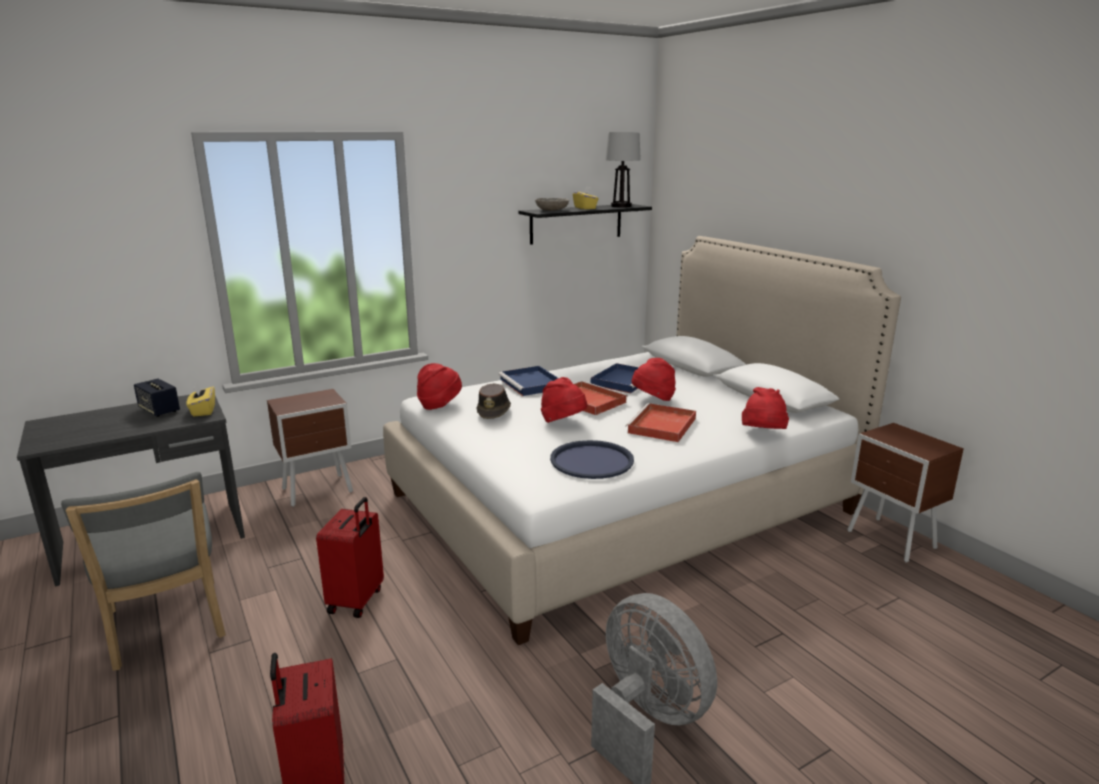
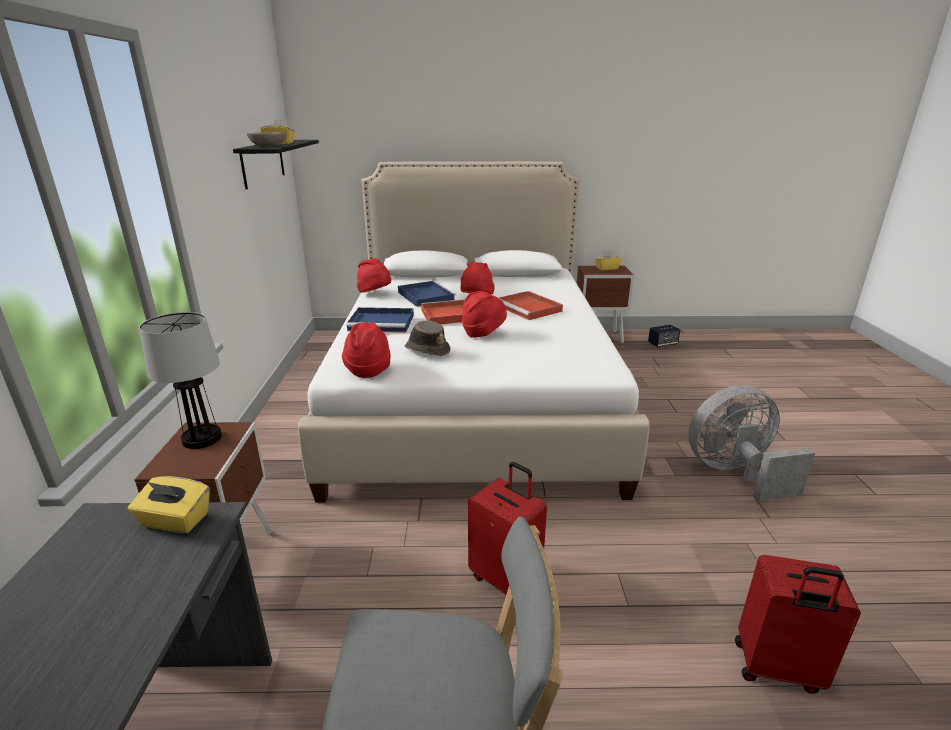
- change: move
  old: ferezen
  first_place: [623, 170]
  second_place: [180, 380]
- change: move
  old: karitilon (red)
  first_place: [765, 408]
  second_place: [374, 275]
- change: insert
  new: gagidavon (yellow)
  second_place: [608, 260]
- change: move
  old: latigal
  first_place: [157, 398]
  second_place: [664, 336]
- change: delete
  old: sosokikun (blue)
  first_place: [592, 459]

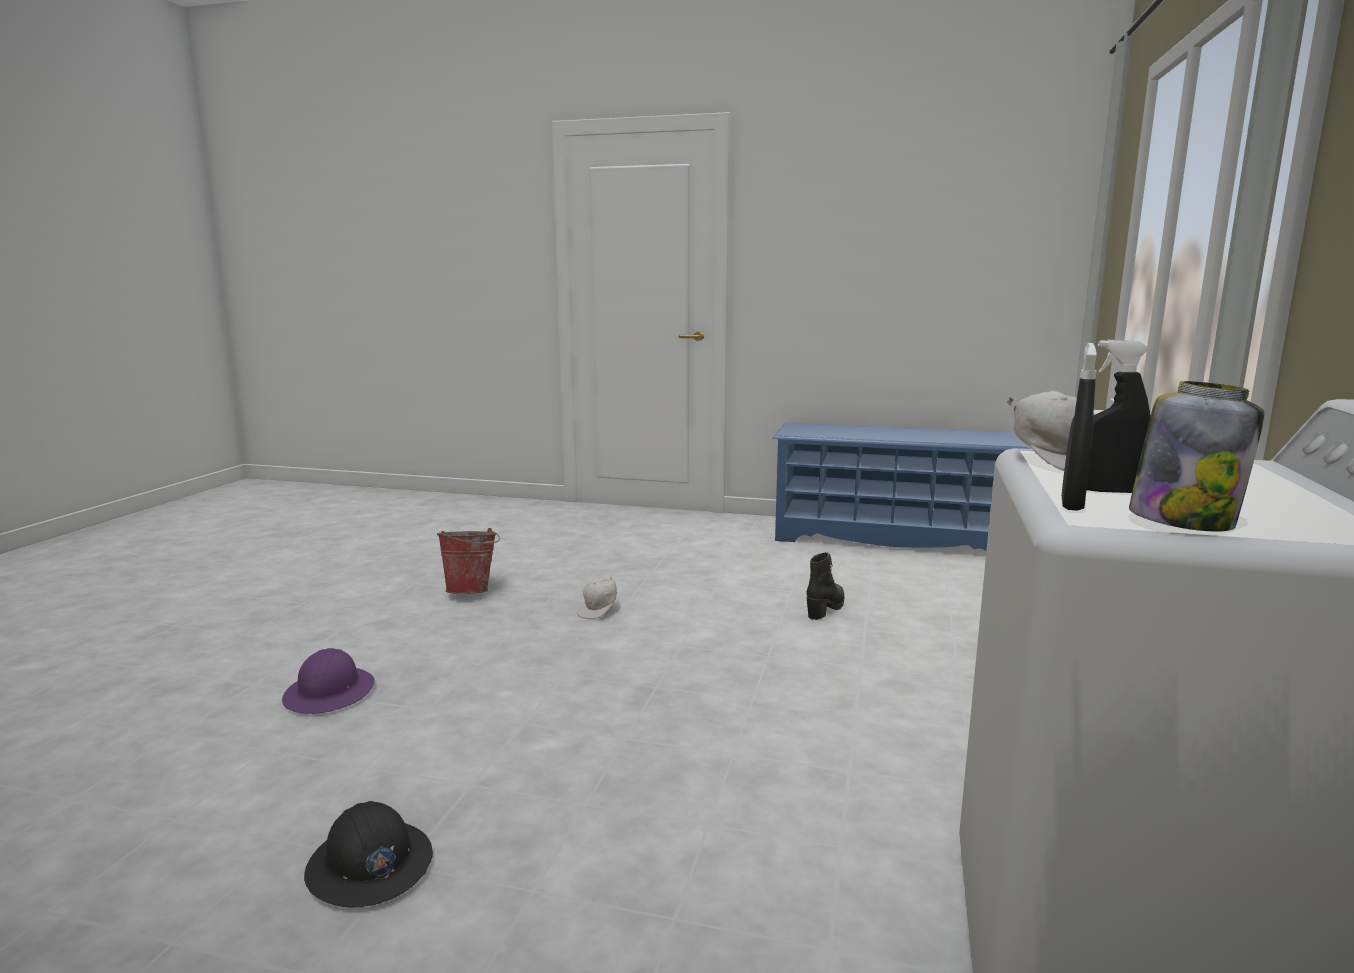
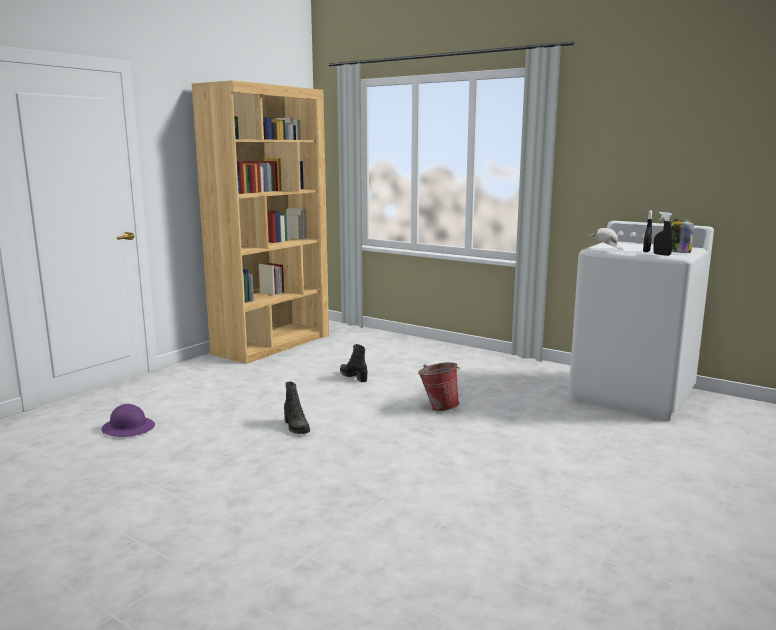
- change: move
  old: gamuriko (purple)
  first_place: [328, 681]
  second_place: [128, 420]
- change: replace
  old: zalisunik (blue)
  new: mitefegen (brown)
  first_place: [901, 486]
  second_place: [260, 222]
- change: replace
  old: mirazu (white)
  new: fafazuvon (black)
  first_place: [597, 598]
  second_place: [297, 408]
- change: move
  old: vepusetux
  first_place: [468, 561]
  second_place: [439, 386]
- change: delete
  old: gamuriko (black)
  first_place: [368, 854]

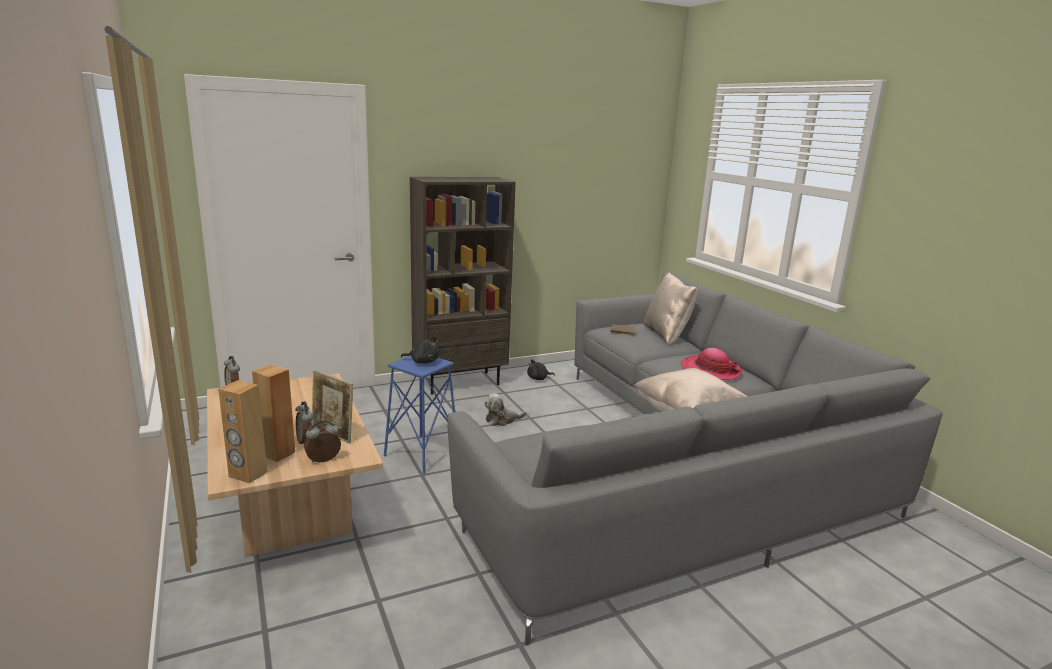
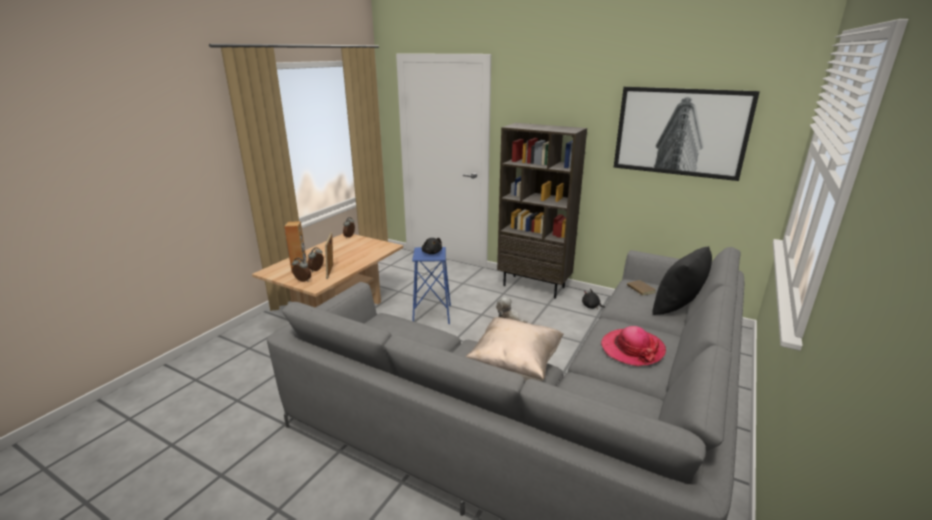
- change: insert
  new: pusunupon
  second_place: [686, 134]
- change: recolor
  old: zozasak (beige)
  new: zozasak (black)
  first_place: [671, 309]
  second_place: [682, 280]
- change: delete
  old: latigal (brown)
  first_place: [243, 431]

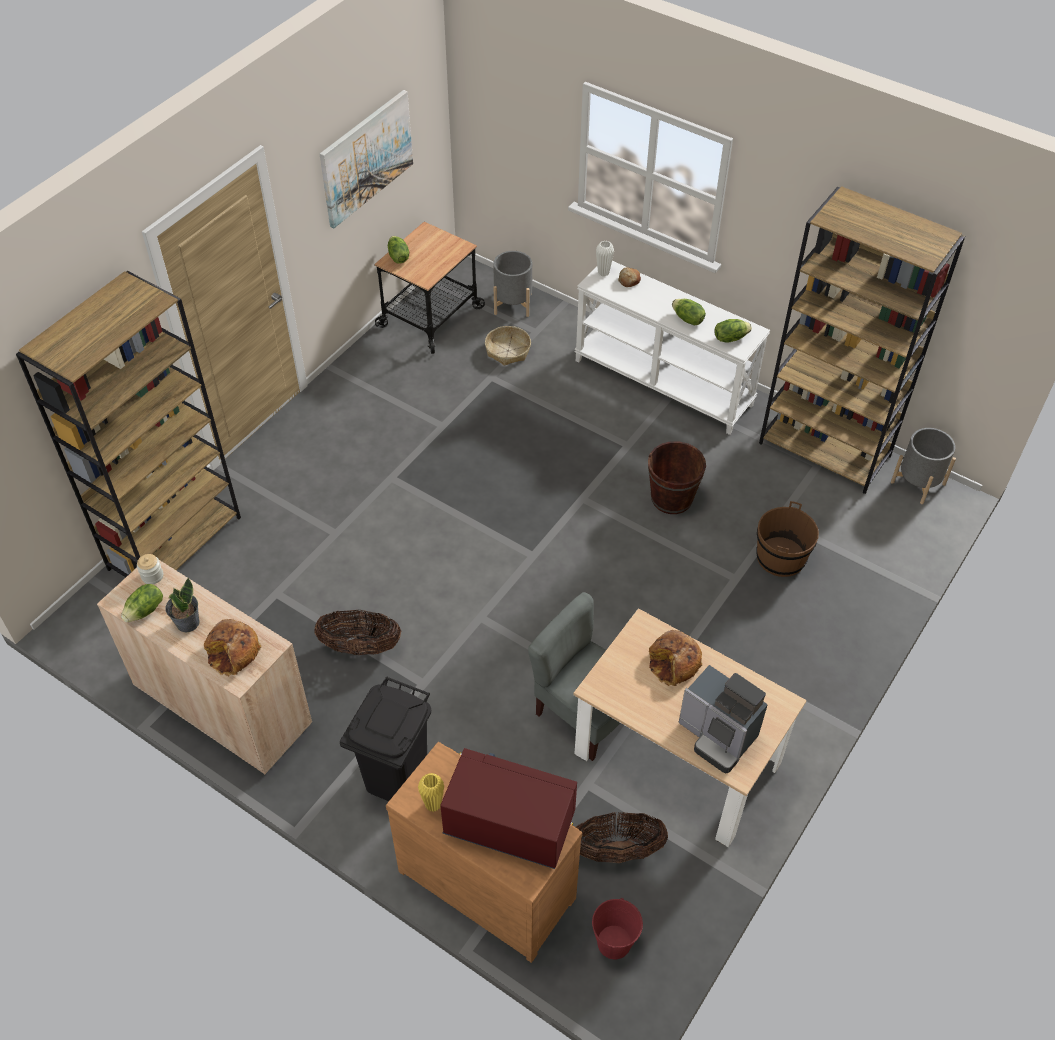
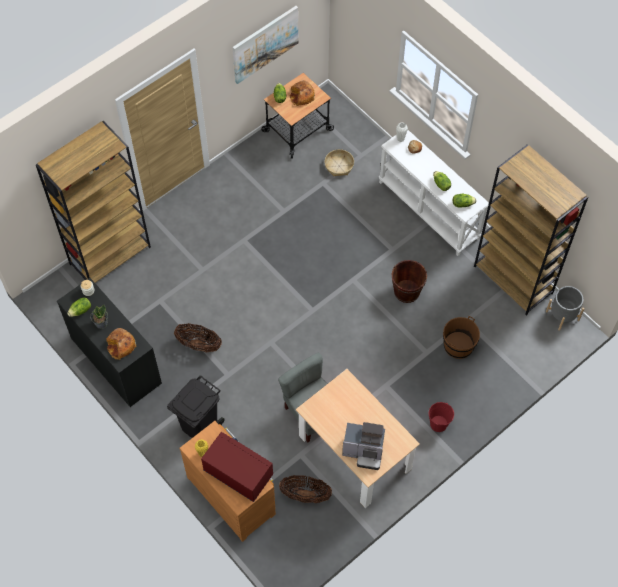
- change: recolor
  old: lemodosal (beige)
  new: lemodosal (black)
  first_place: [204, 667]
  second_place: [109, 342]
- change: move
  old: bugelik
  first_place: [675, 658]
  second_place: [302, 93]
- change: rotate
  old: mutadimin
  first_place: [723, 719]
  second_place: [363, 446]
  degrees: -45
- change: move
  old: vepusetux (red)
  first_place: [617, 928]
  second_place: [441, 417]
- change: delete
  old: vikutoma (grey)
  first_place: [512, 284]

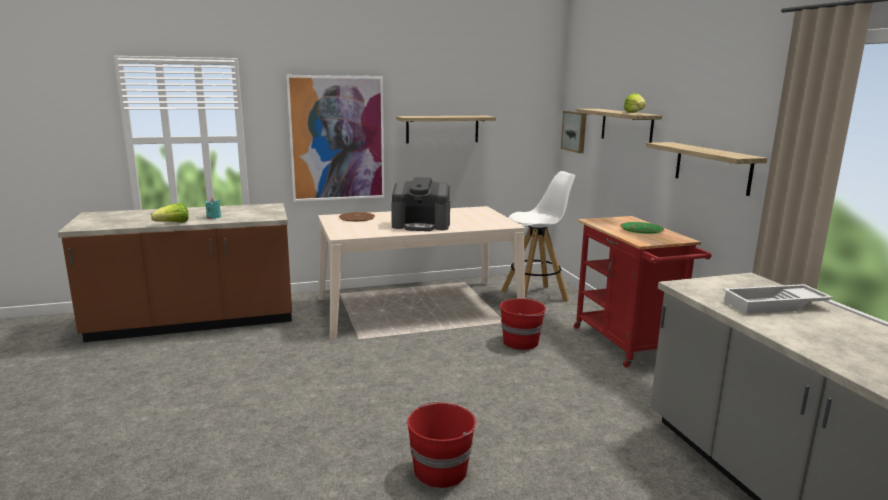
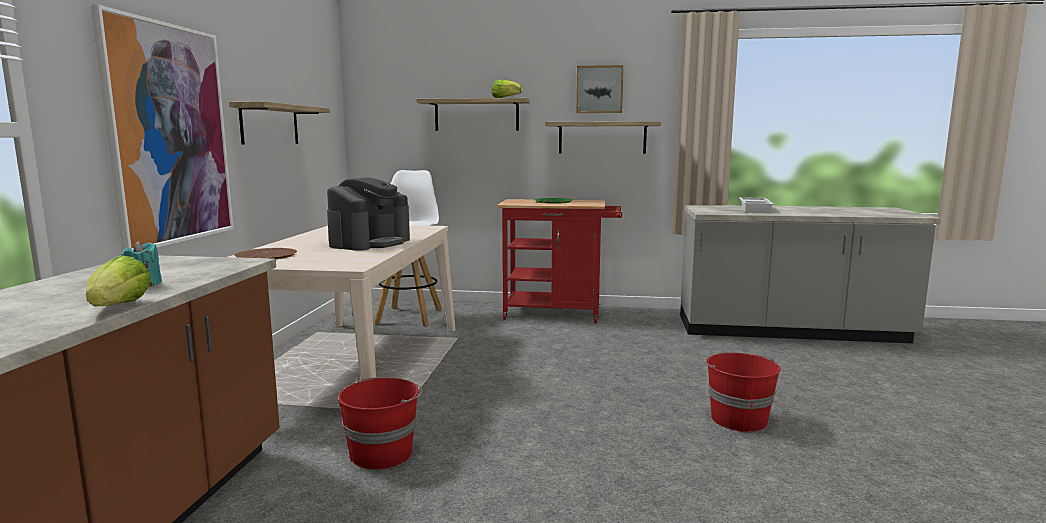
- change: move
  old: vepusetux (red)
  first_place: [524, 323]
  second_place: [380, 423]
- change: move
  old: pusunupon
  first_place: [573, 132]
  second_place: [599, 89]

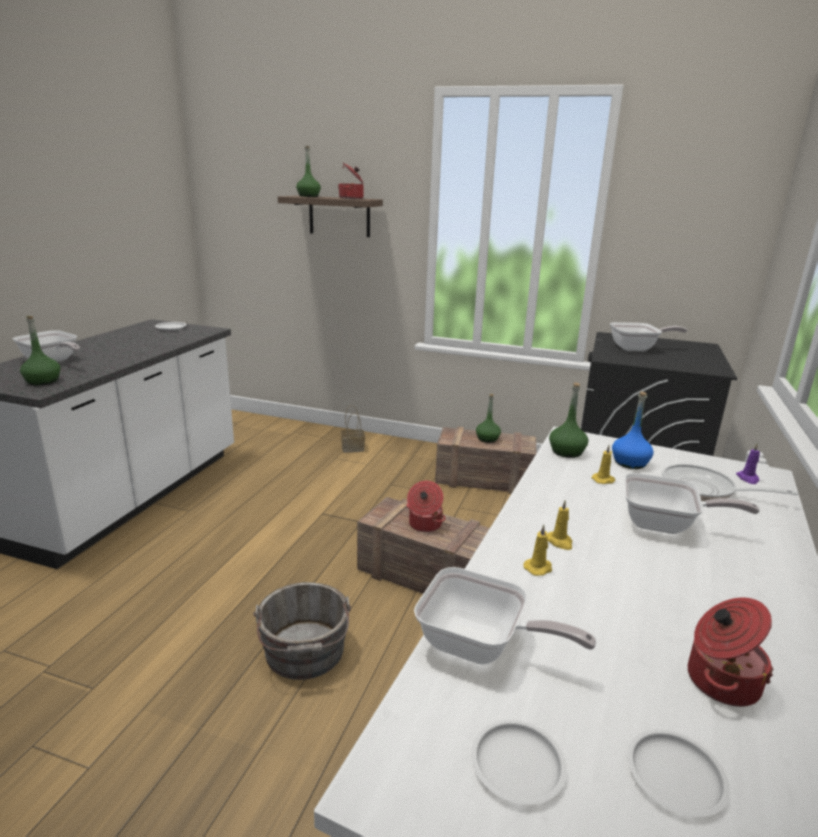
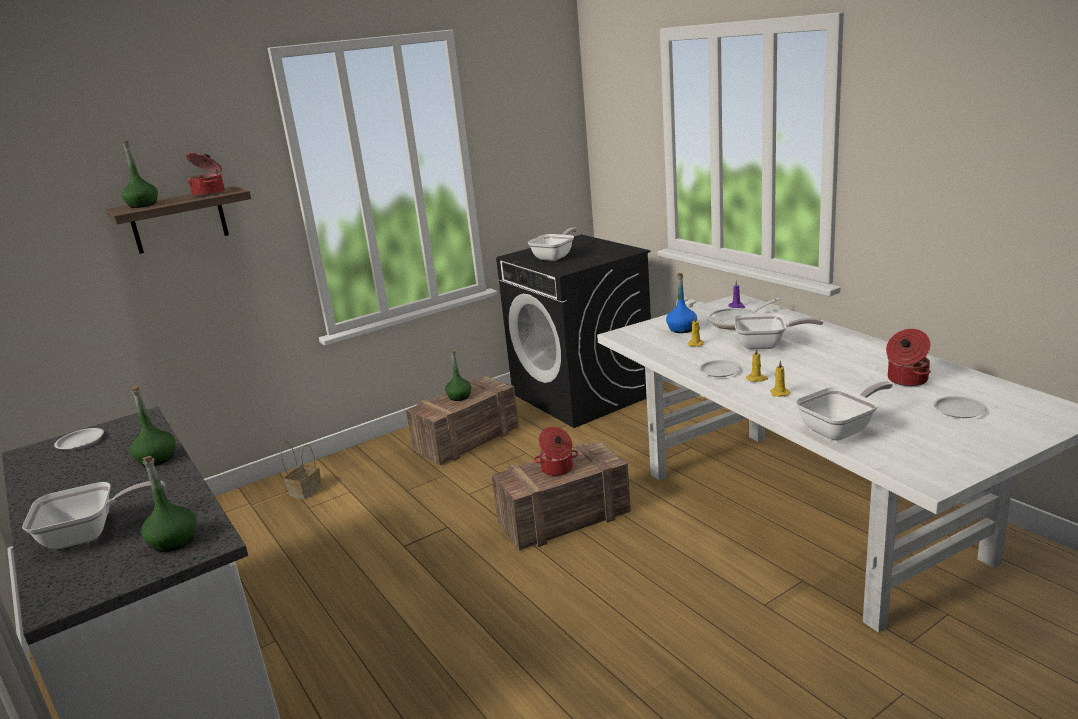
- change: move
  old: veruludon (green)
  first_place: [568, 420]
  second_place: [153, 426]
- change: move
  old: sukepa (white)
  first_place: [519, 762]
  second_place: [719, 368]
- change: rotate
  old: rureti
  first_place: [692, 503]
  second_place: [778, 331]
  degrees: 45
- change: delete
  old: vepusetux (grey)
  first_place: [302, 631]

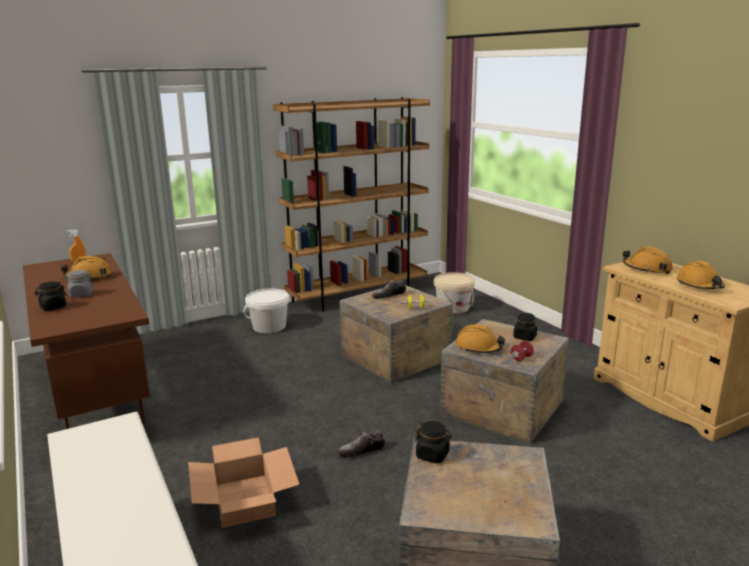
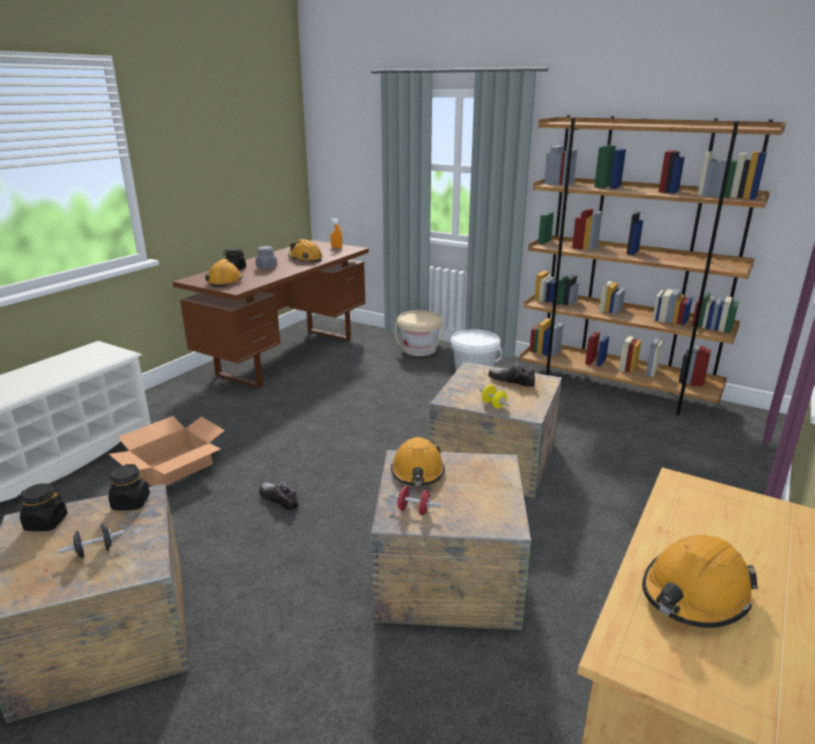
- change: move
  old: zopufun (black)
  first_place: [525, 327]
  second_place: [42, 507]
- change: insert
  new: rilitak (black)
  second_place: [92, 541]
- change: move
  old: gamuriko (orange)
  first_place: [648, 260]
  second_place: [224, 273]
- change: move
  old: vepusetux (beige)
  first_place: [454, 293]
  second_place: [419, 333]

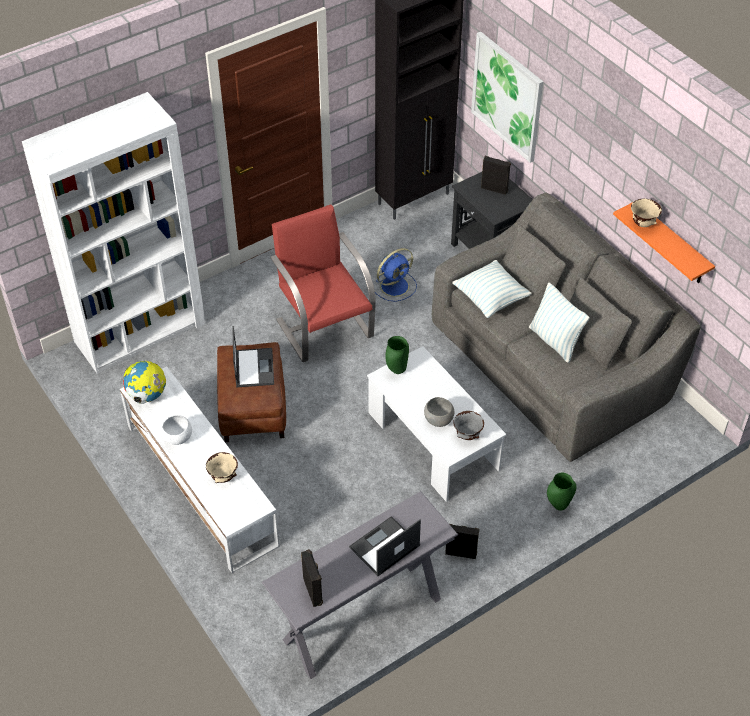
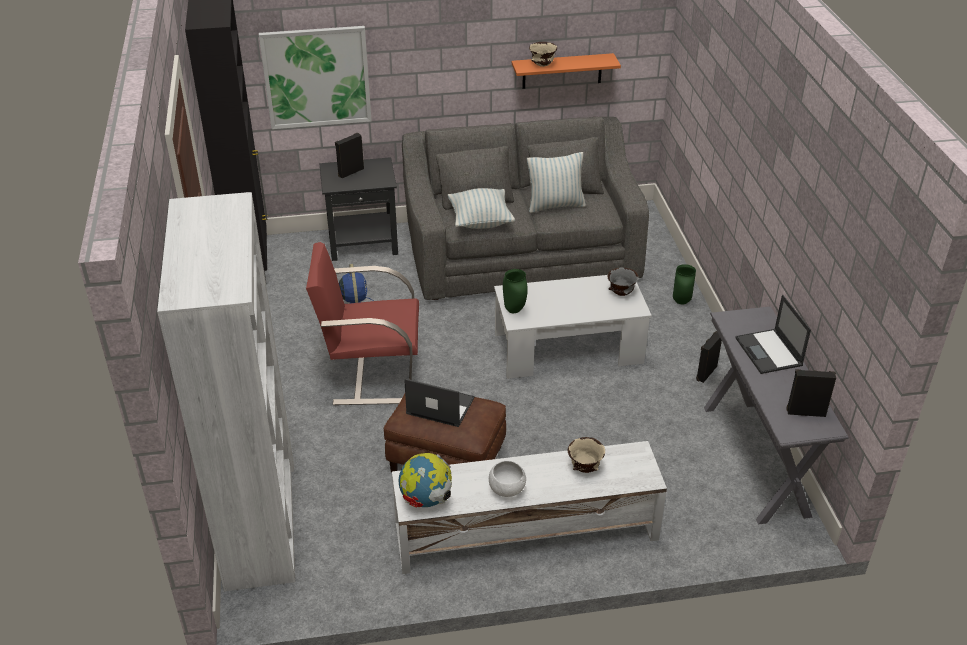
- change: delete
  old: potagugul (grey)
  first_place: [439, 412]

